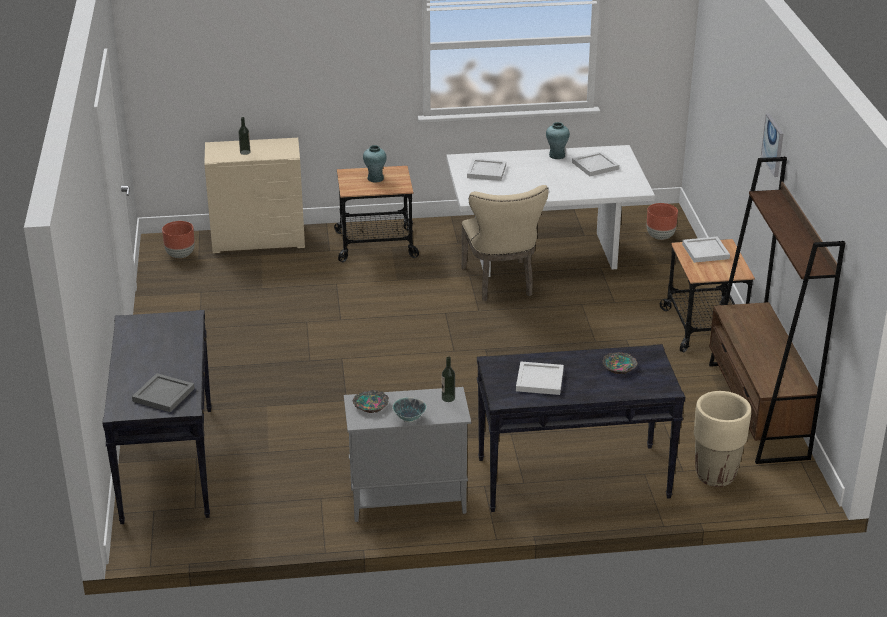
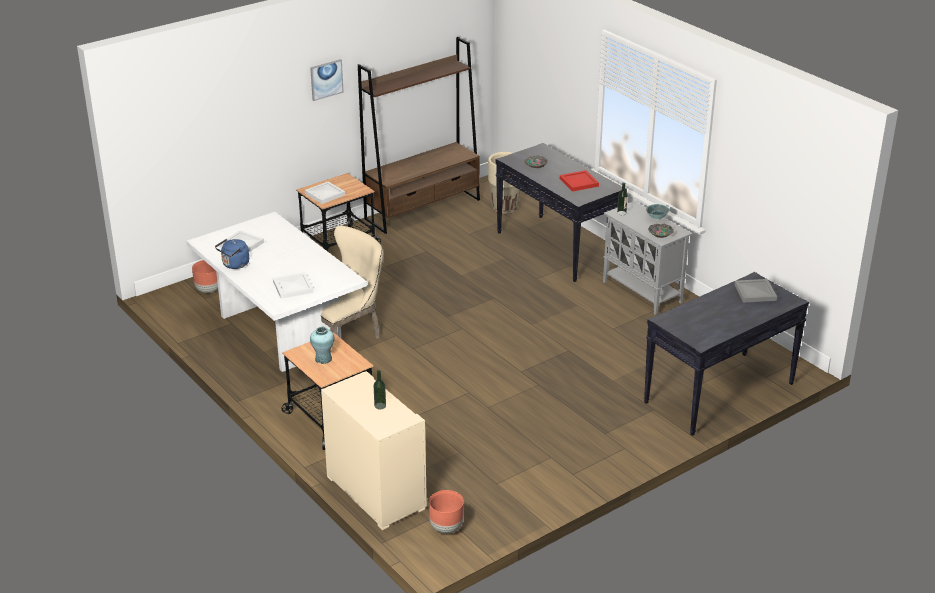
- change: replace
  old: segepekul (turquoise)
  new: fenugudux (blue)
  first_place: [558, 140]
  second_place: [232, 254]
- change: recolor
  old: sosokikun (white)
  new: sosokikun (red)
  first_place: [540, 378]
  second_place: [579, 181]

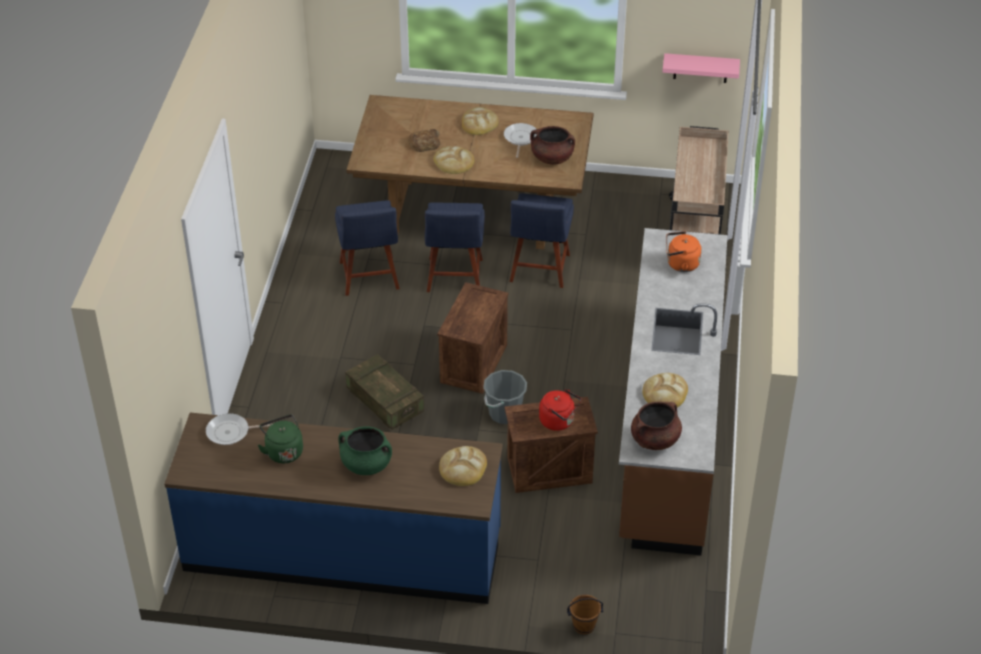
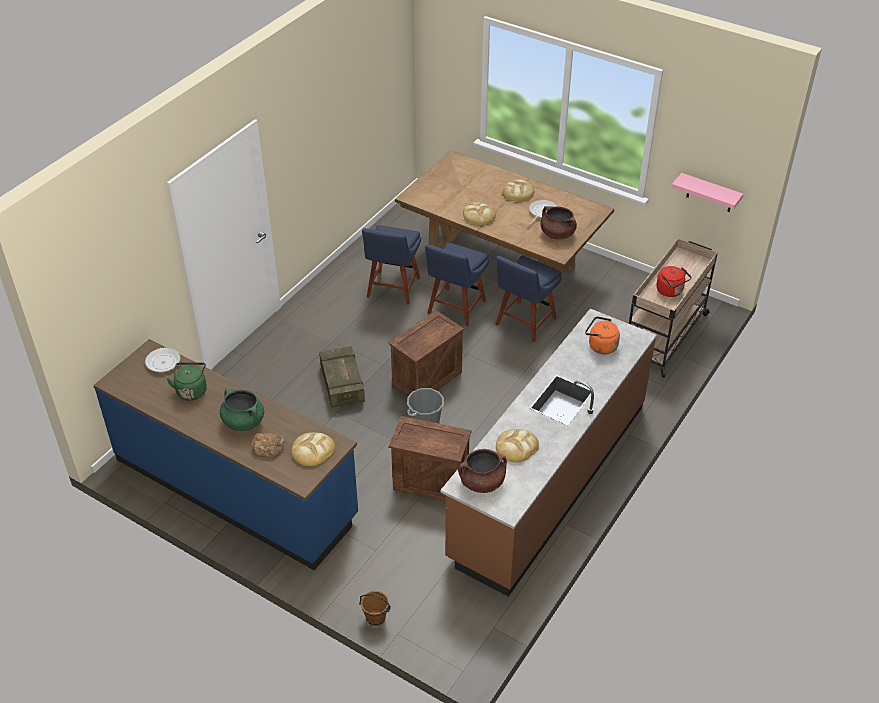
- change: move
  old: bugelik
  first_place: [424, 140]
  second_place: [268, 445]
- change: move
  old: fenugudux (red)
  first_place: [560, 410]
  second_place: [674, 281]

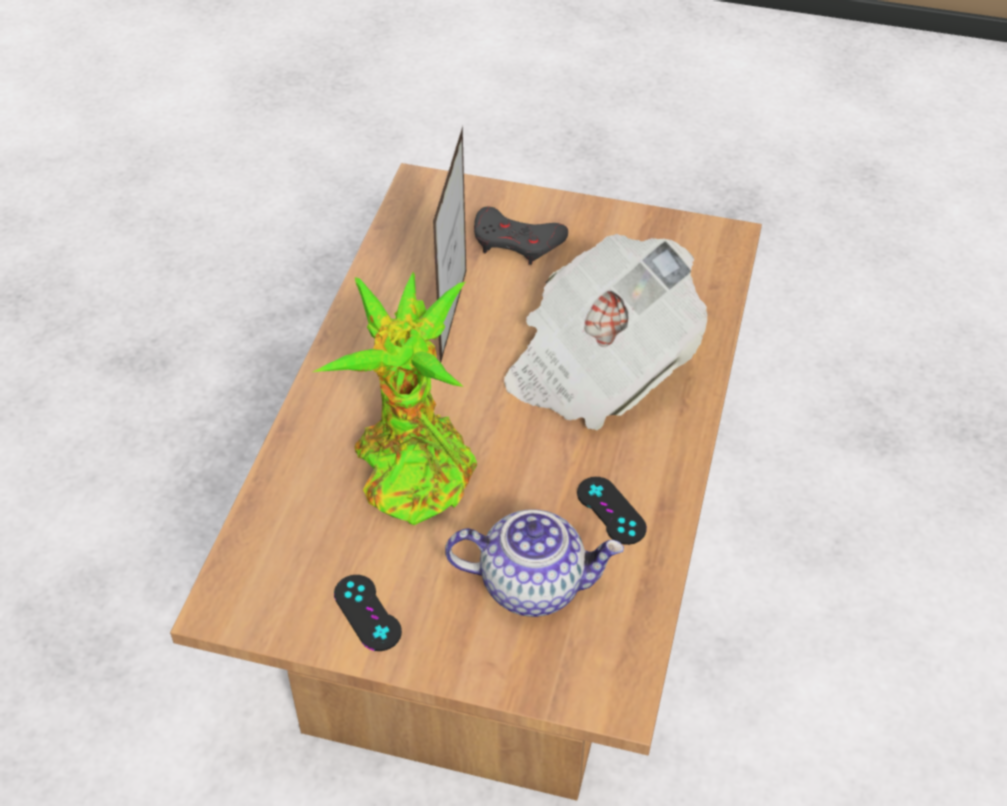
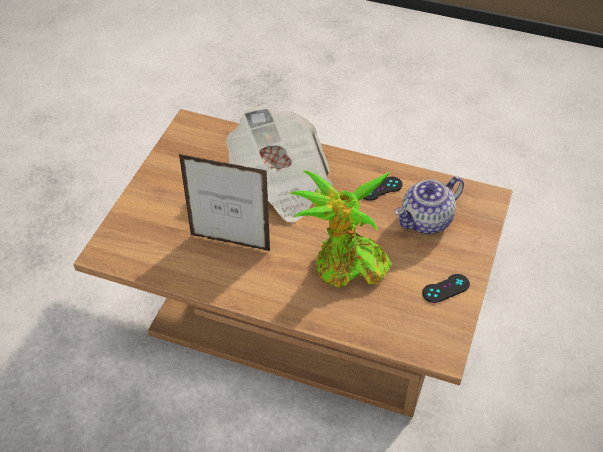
- change: rotate
  old: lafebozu
  first_place: [534, 563]
  second_place: [429, 205]
  degrees: -135
- change: delete
  old: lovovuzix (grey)
  first_place: [521, 236]

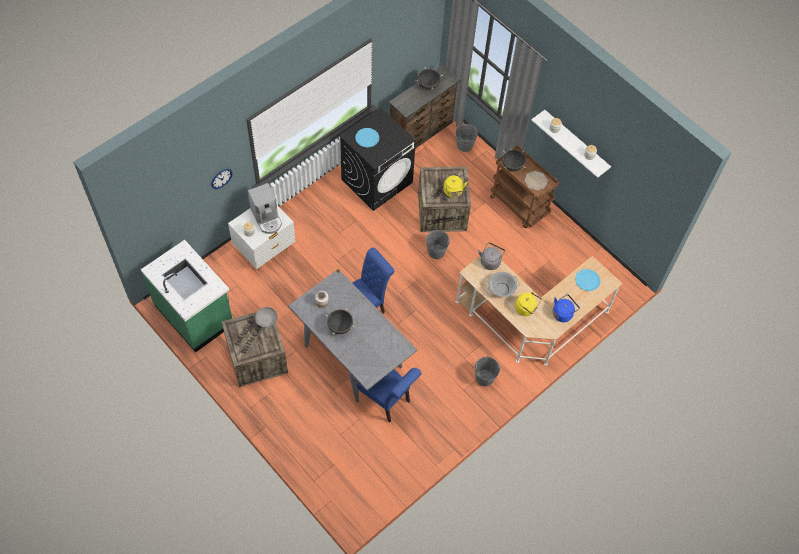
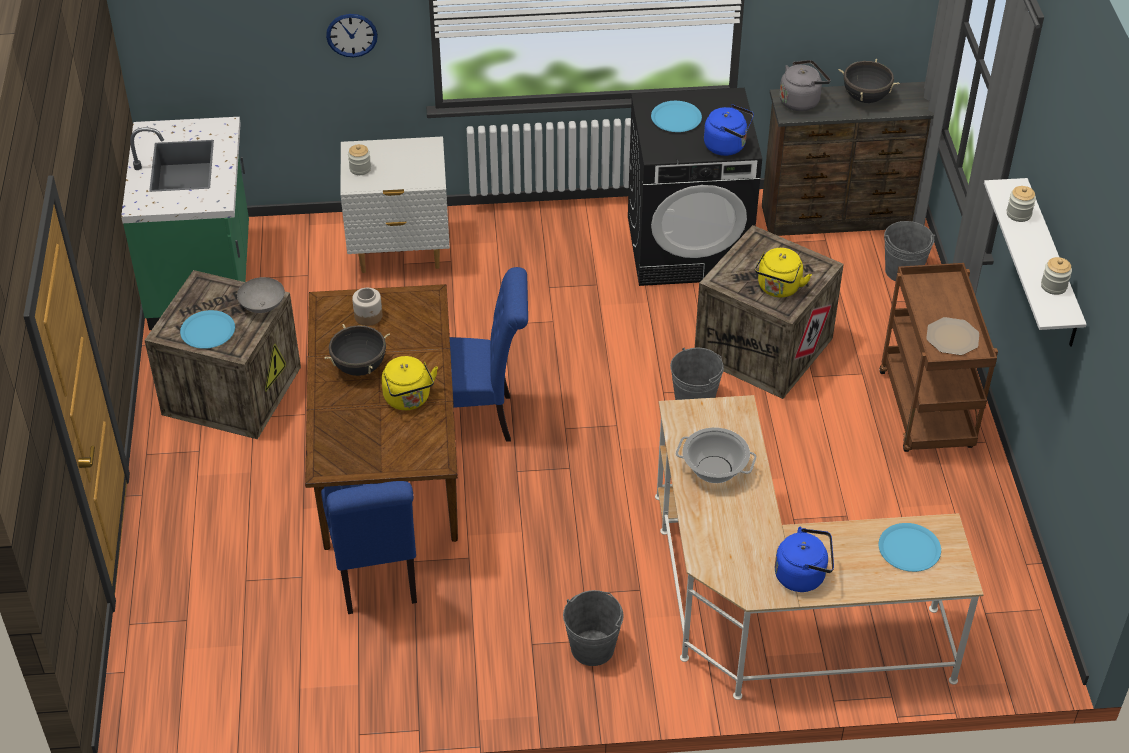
- change: insert
  new: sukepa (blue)
  second_place: [207, 329]
- change: recolor
  old: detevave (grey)
  new: detevave (brown)
  first_place: [352, 336]
  second_place: [381, 417]
- change: move
  old: fenugudux (yellow)
  first_place: [528, 303]
  second_place: [409, 383]
- change: insert
  new: fenugudux (blue)
  second_place: [729, 130]
- change: move
  old: fenugudux (grey)
  first_place: [491, 256]
  second_place: [805, 85]
- change: delete
  old: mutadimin
  first_place: [265, 208]
- change: delete
  old: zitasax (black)
  first_place: [514, 160]

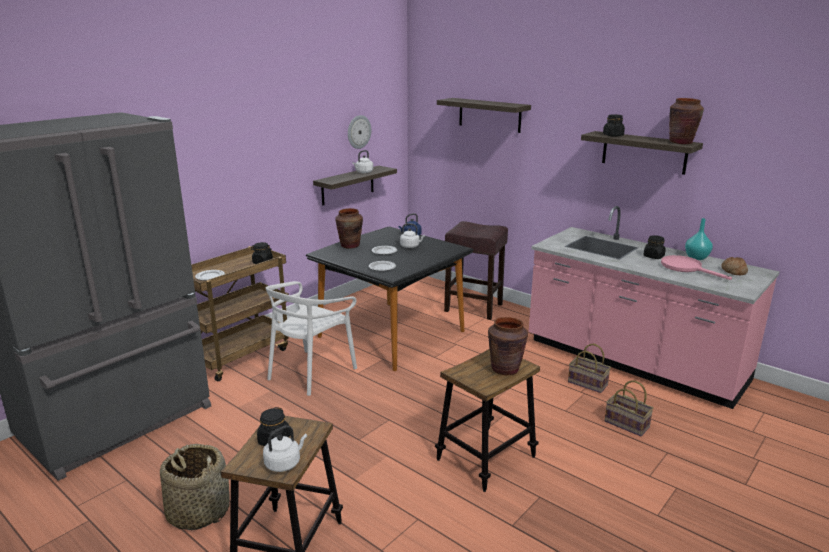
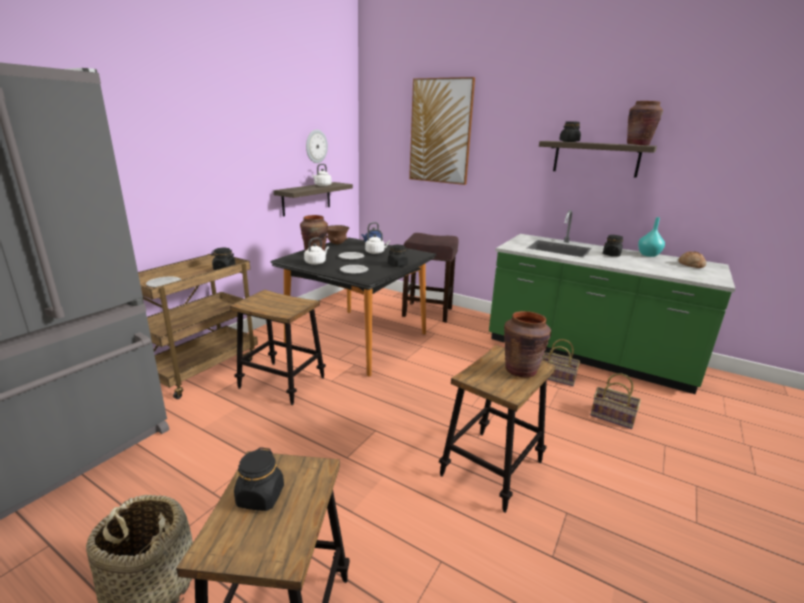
- change: replace
  old: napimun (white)
  new: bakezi
  first_place: [311, 338]
  second_place: [278, 347]
- change: move
  old: fenugudux (white)
  first_place: [285, 448]
  second_place: [316, 251]
- change: insert
  new: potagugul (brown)
  second_place: [338, 235]
- change: insert
  new: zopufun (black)
  second_place: [398, 256]
- change: replace
  old: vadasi
  new: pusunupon
  first_place: [484, 115]
  second_place: [442, 131]
- change: recolor
  old: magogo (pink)
  new: magogo (green)
  first_place: [654, 307]
  second_place: [612, 302]
- change: delete
  old: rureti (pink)
  first_place: [696, 267]

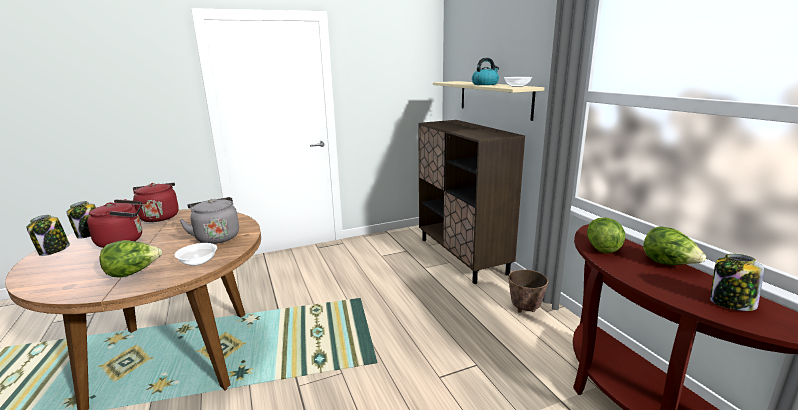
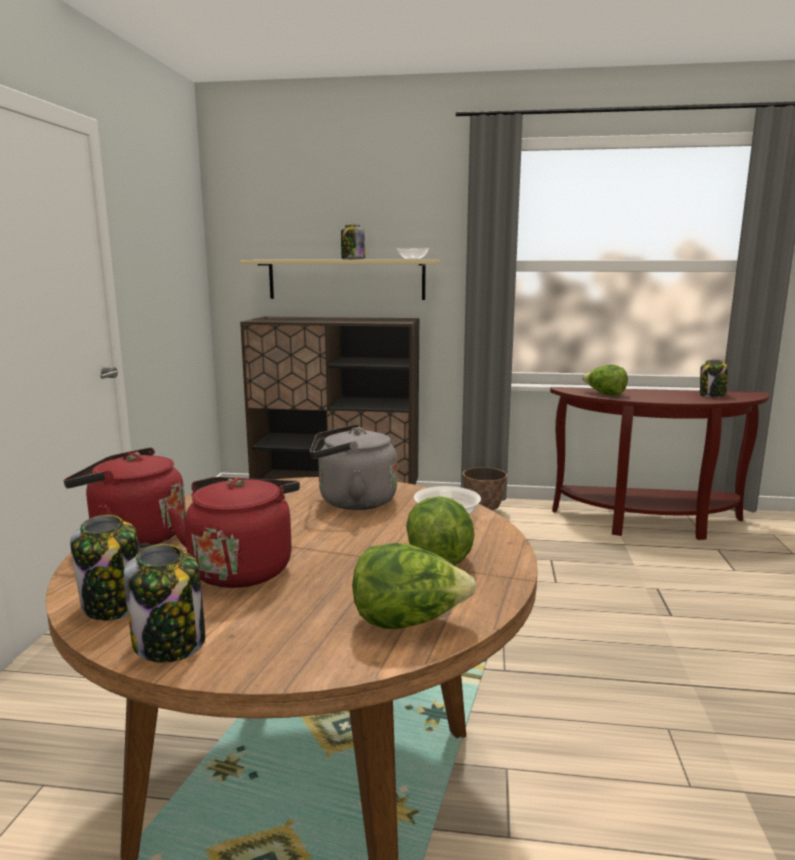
- change: replace
  old: fenugudux
  new: zopufun
  first_place: [485, 71]
  second_place: [353, 242]
- change: move
  old: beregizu
  first_place: [674, 245]
  second_place: [414, 586]

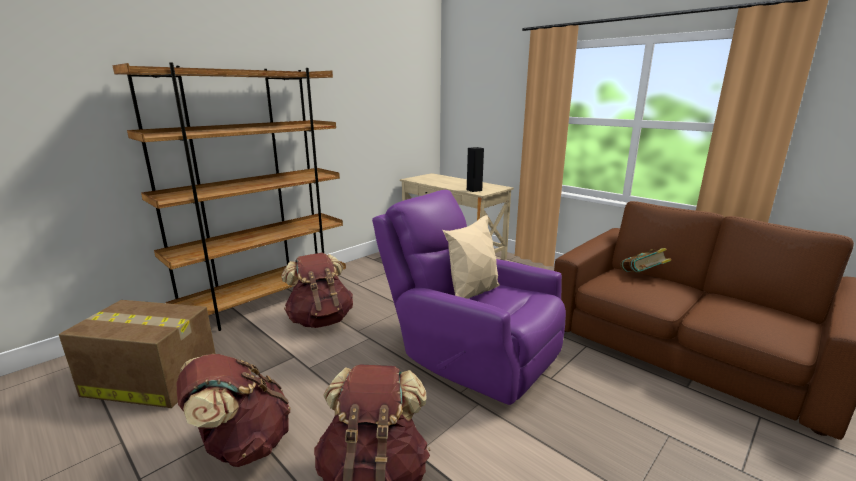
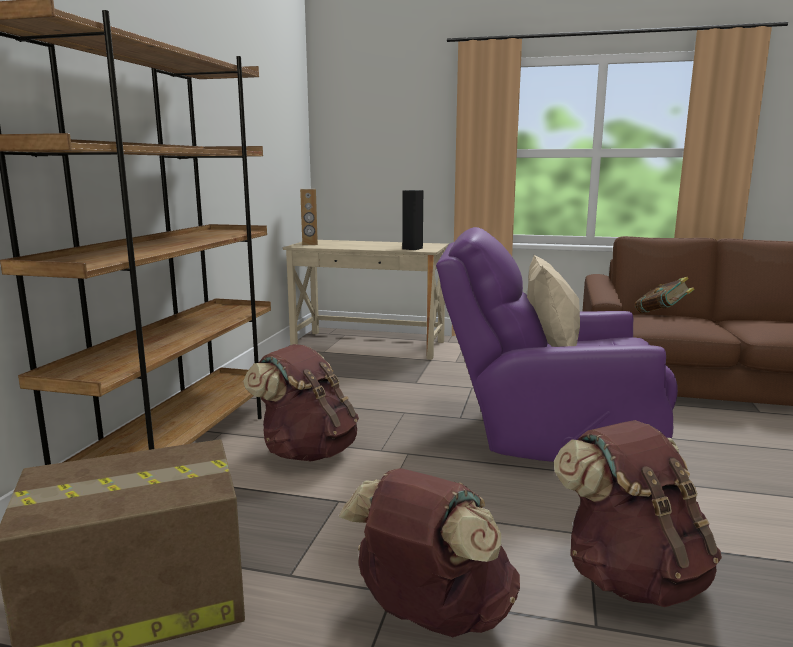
- change: insert
  new: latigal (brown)
  second_place: [309, 217]

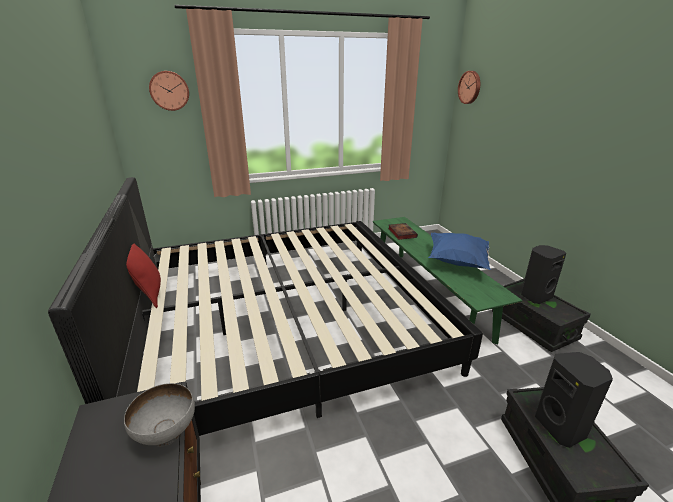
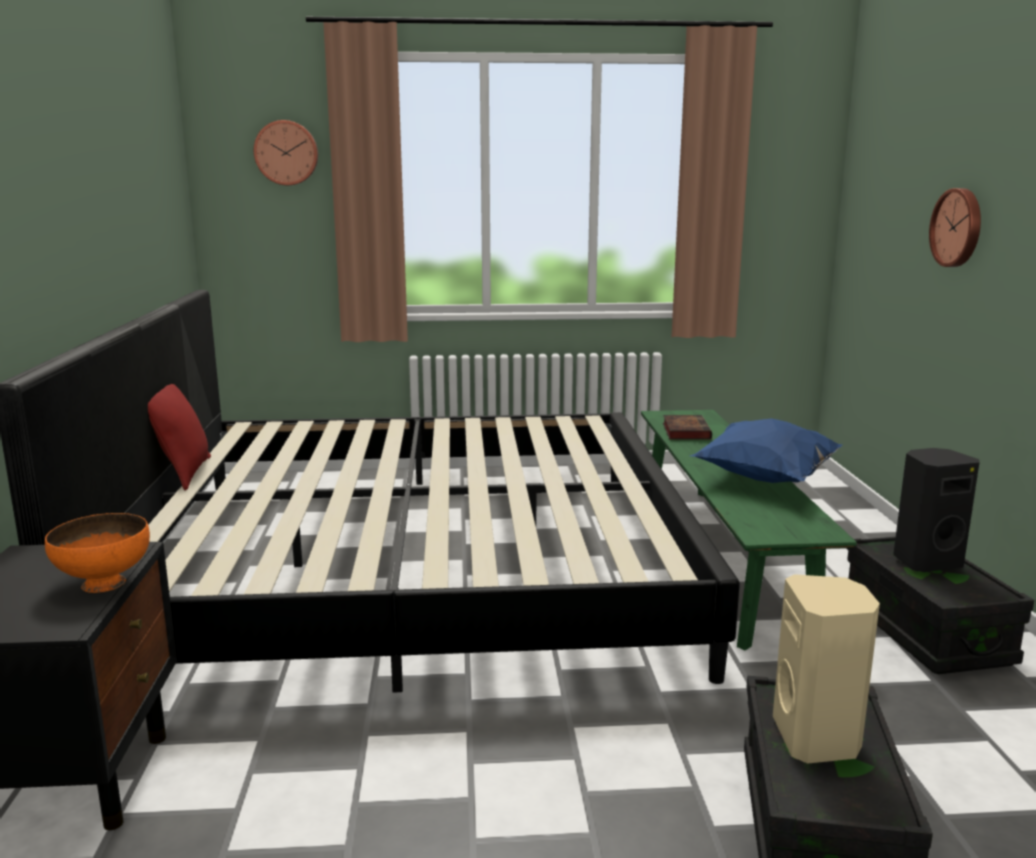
- change: recolor
  old: potagugul (grey)
  new: potagugul (orange)
  first_place: [159, 415]
  second_place: [97, 553]
- change: recolor
  old: latigal (black)
  new: latigal (beige)
  first_place: [574, 400]
  second_place: [826, 669]
- change: move
  old: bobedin
  first_place: [469, 87]
  second_place: [955, 227]

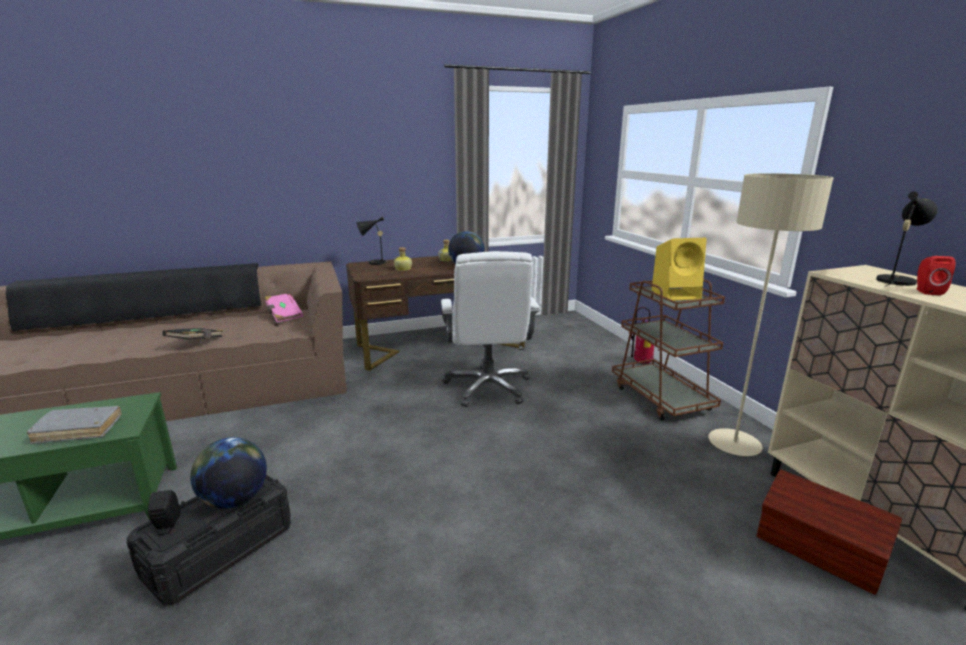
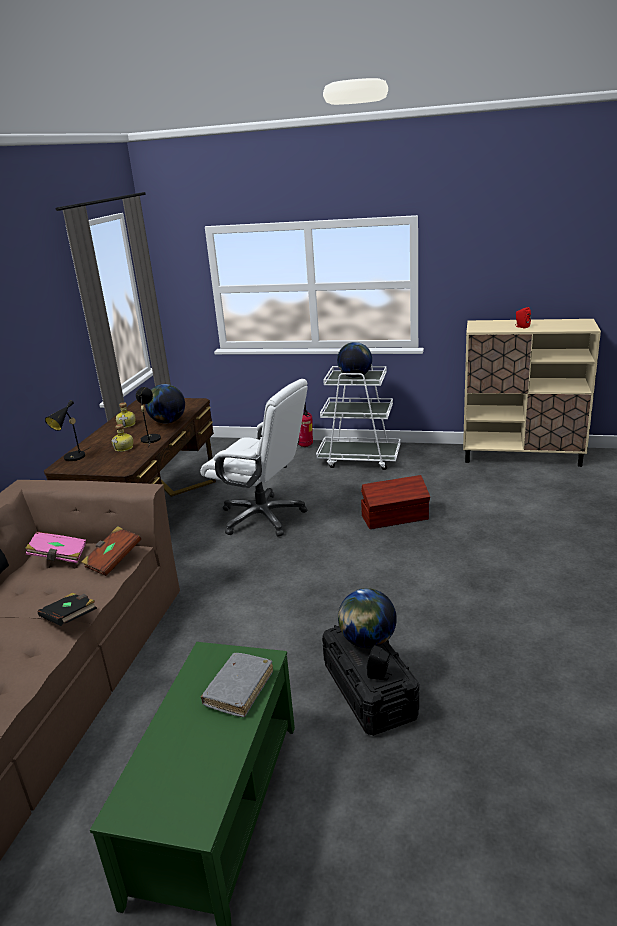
- change: insert
  new: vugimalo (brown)
  second_place: [111, 551]
- change: move
  old: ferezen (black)
  first_place: [907, 239]
  second_place: [148, 417]
- change: recolor
  old: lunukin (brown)
  new: lunukin (white)
  first_place: [668, 350]
  second_place: [358, 417]
- change: replace
  old: latigal (yellow)
  new: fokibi
  first_place: [679, 269]
  second_place: [354, 360]
- change: move
  old: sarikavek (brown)
  first_place: [829, 532]
  second_place: [395, 502]
- change: delete
  old: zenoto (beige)
  first_place: [771, 314]

